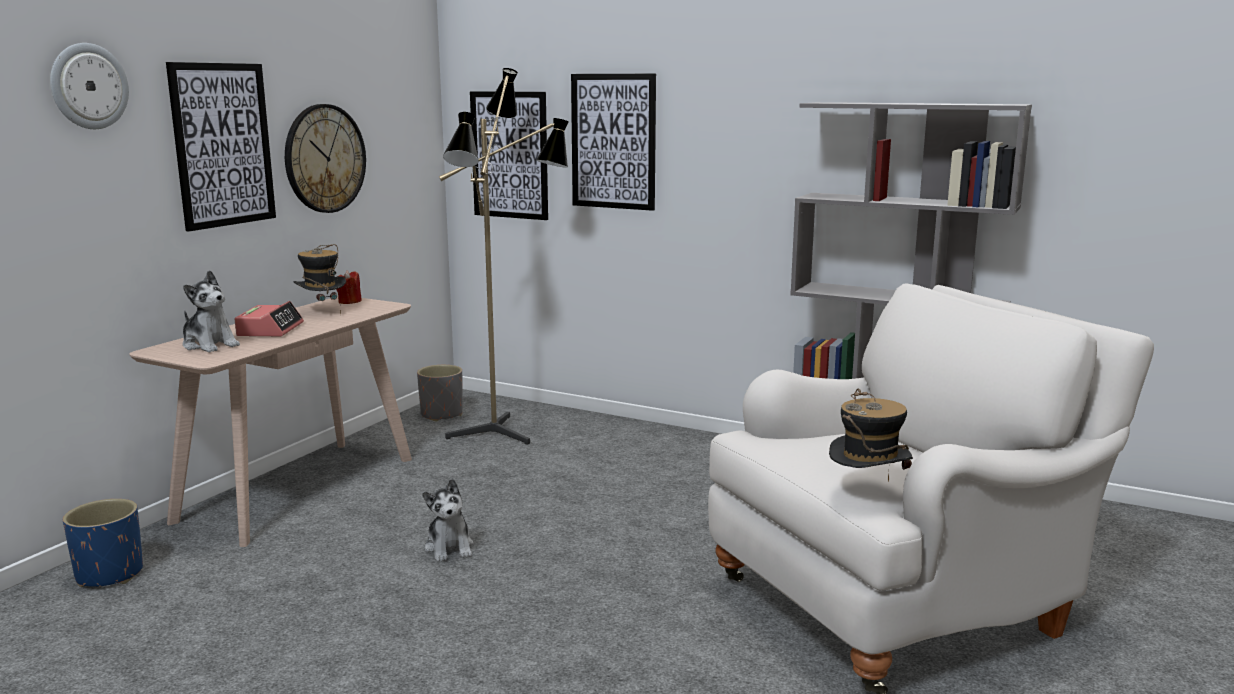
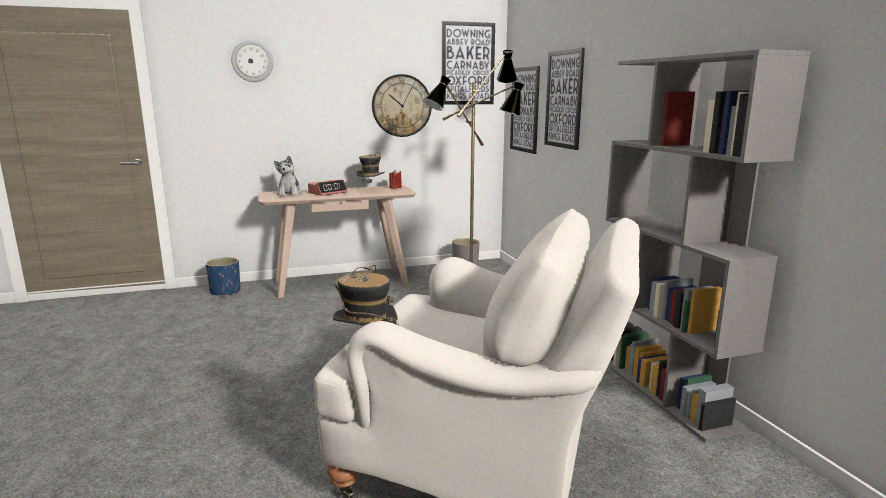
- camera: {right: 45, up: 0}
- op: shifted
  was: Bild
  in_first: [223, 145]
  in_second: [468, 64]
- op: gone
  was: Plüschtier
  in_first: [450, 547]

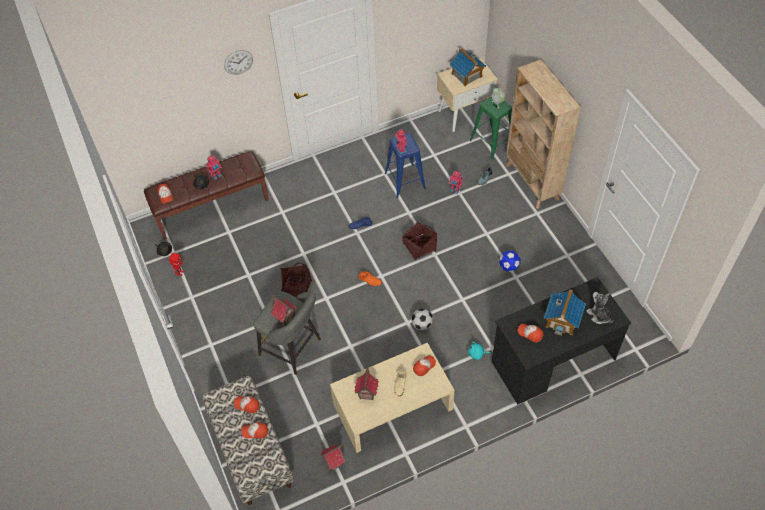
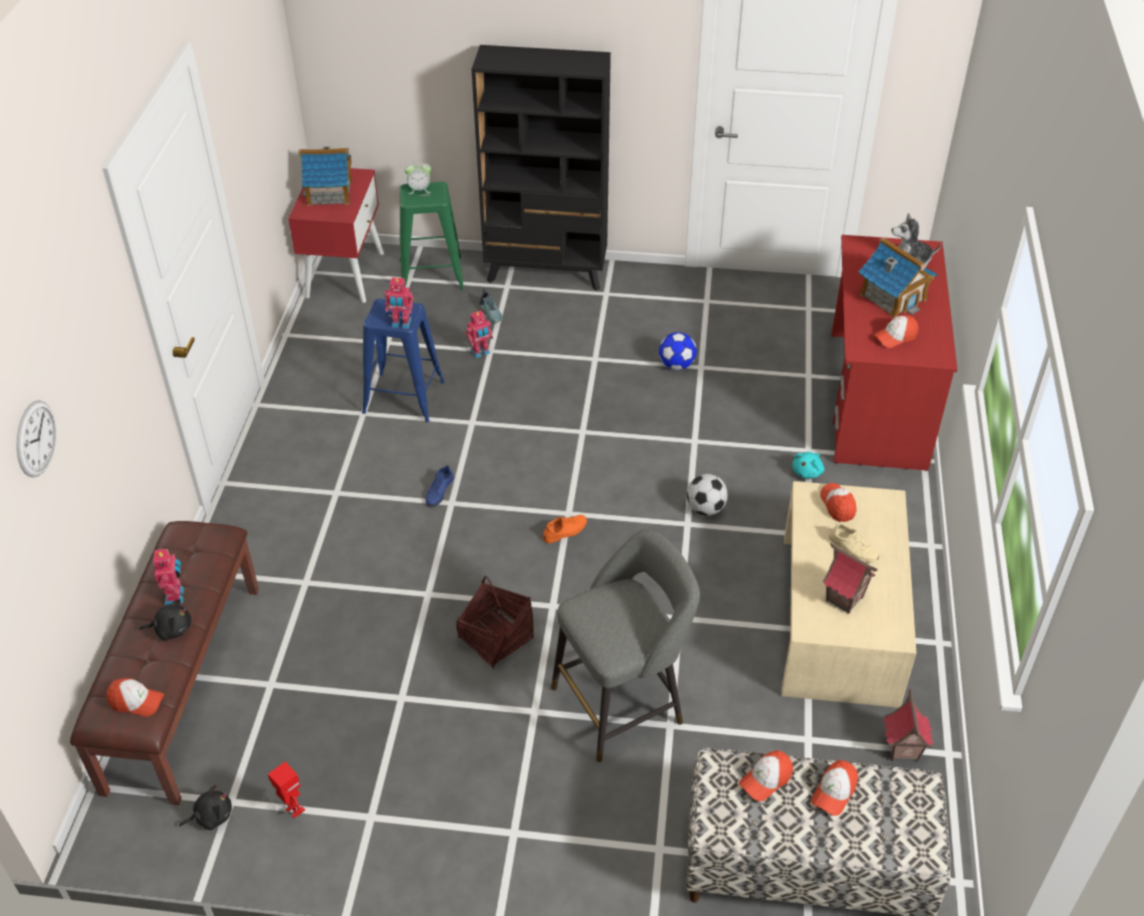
- camera: {right: -60, up: -10}
- op: shifted
  was: Wanduhr
  in_first: [238, 62]
  in_second: [36, 438]
- op: gone
  was: Spielzeughaus
  in_first: [285, 318]
- op: gone
  was: Korb
  in_first: [419, 247]
- op: repainted
  was: Nachttisch/beige
  now: Nachttisch/rot
  in_first: [465, 113]
  in_second: [344, 274]
- op: repainted
  was: Schreibtisch/schwarz
  now: Schreibtisch/rot
  in_first: [553, 361]
  in_second: [876, 400]
- op: repainted
  was: Bücherregal/beige
  now: Bücherregal/schwarz
  in_first: [532, 182]
  in_second: [546, 272]

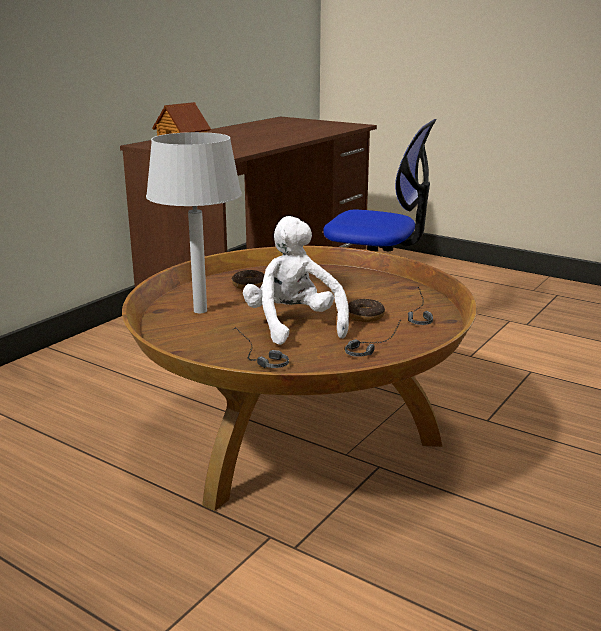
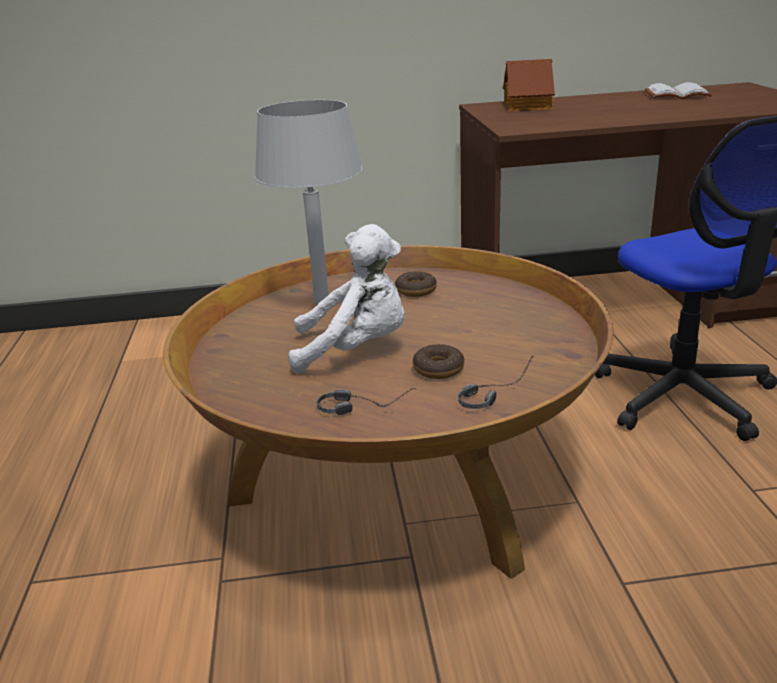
- camera: {right: 50, up: 5}
- op: gone
  was: Kopfhörer
  in_first: [255, 358]
- op: rotated
  was: Plüschtier/weiß
  in_first: [294, 325]
  in_second: [356, 349]
  clockwise: 60
- op: new
  now: Buch/weiß
  in_second: [676, 95]

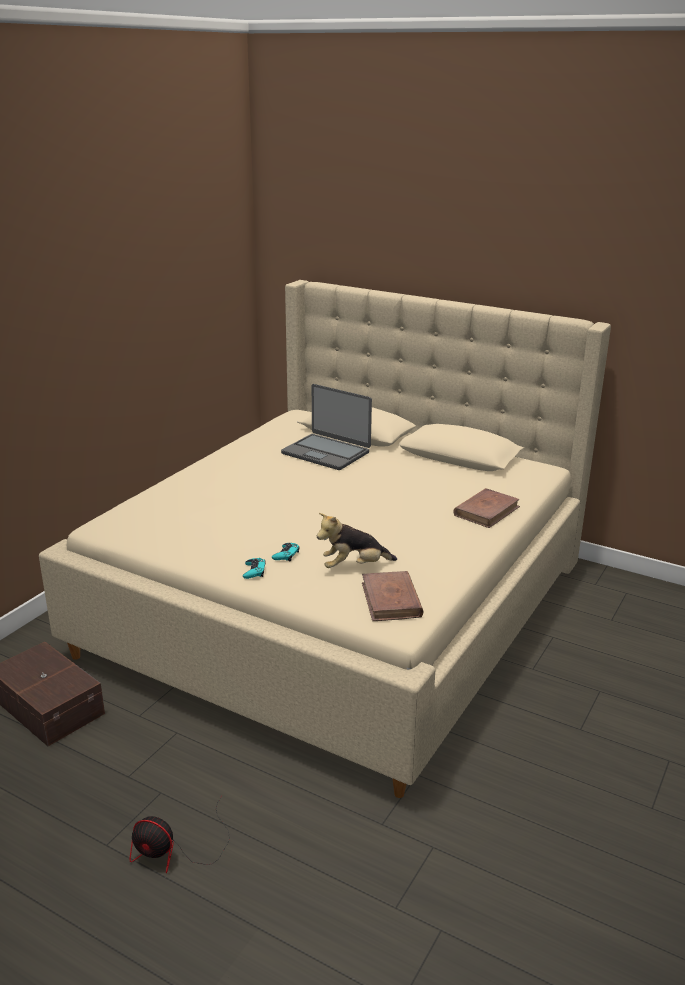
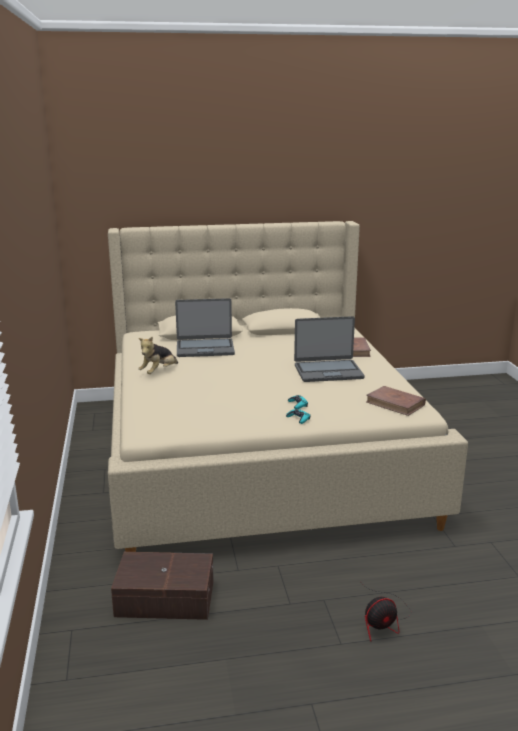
- camera: {right: -40, up: -5}
- op: shifted
  was: Plüschtier
  in_first: [354, 566]
  in_second: [158, 372]
- op: new
  now: Laptop
  in_second: [328, 371]

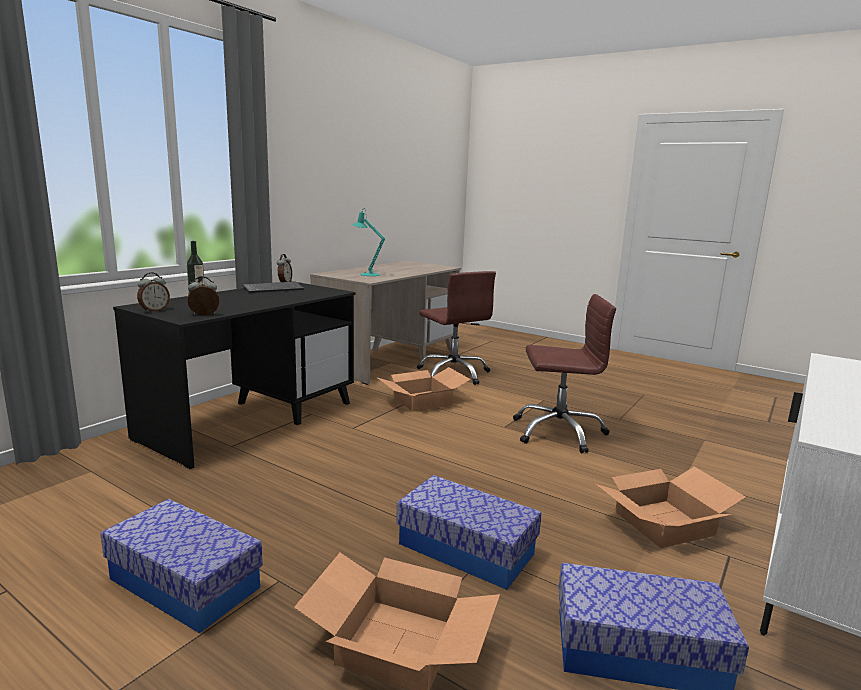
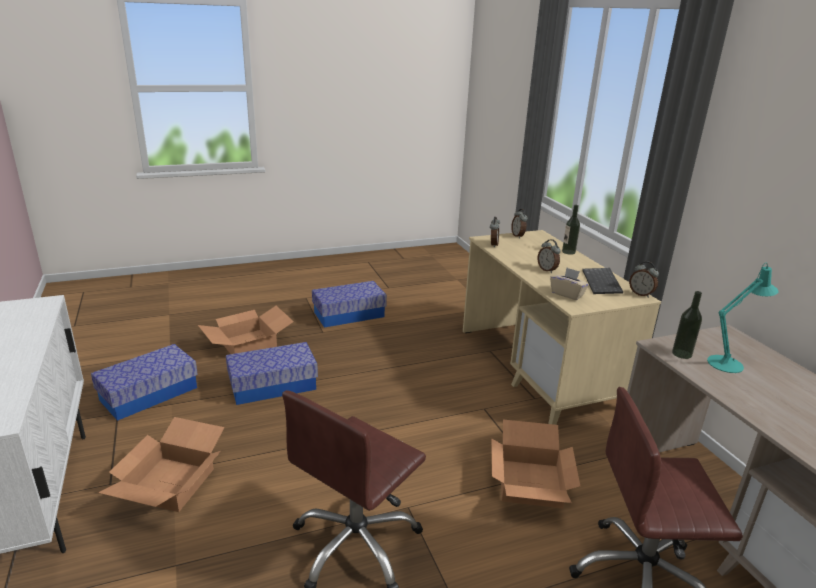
- camera: {right: 125, up: 10}
- op: repainted
  was: Schreibtisch/schwarz
  now: Schreibtisch/beige
  in_first: [252, 419]
  in_second: [540, 369]
- op: new
  now: Wecker
  in_second: [547, 270]
- op: new
  now: Taschentuchbox/beige
  in_second: [567, 294]
- op: new
  now: Flasche
  in_second: [681, 354]

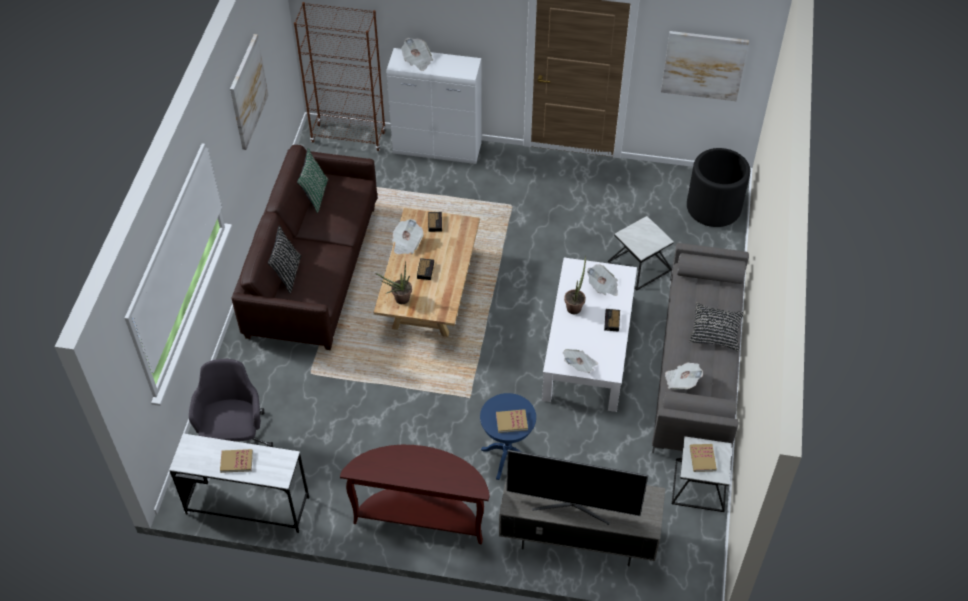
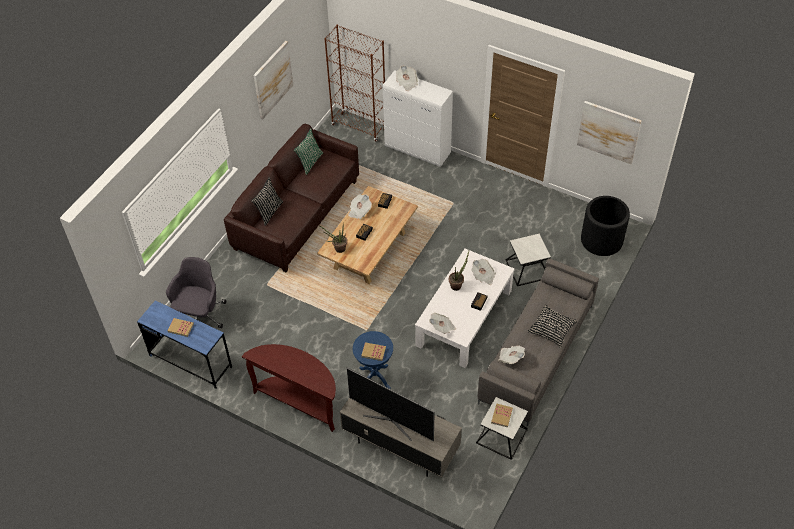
- camera: {right: 20, up: 0}
- op: repainted
  was: Schreibtisch/weiß
  now: Schreibtisch/blau
  in_first: [247, 506]
  in_second: [190, 361]

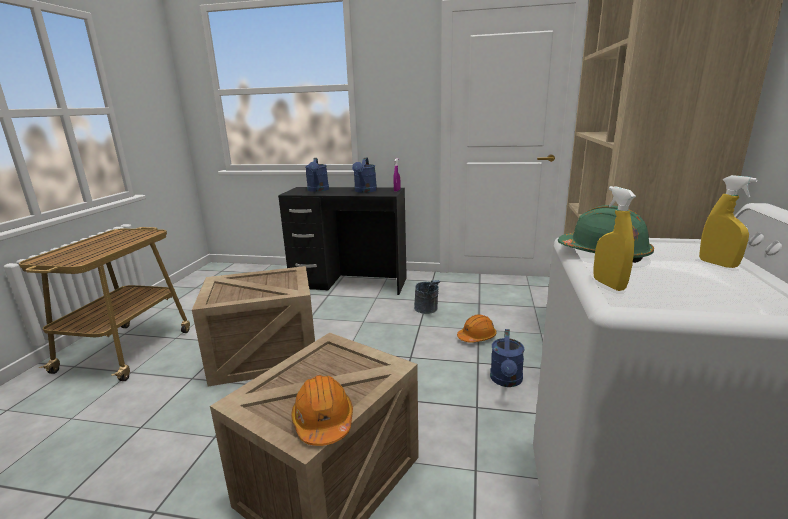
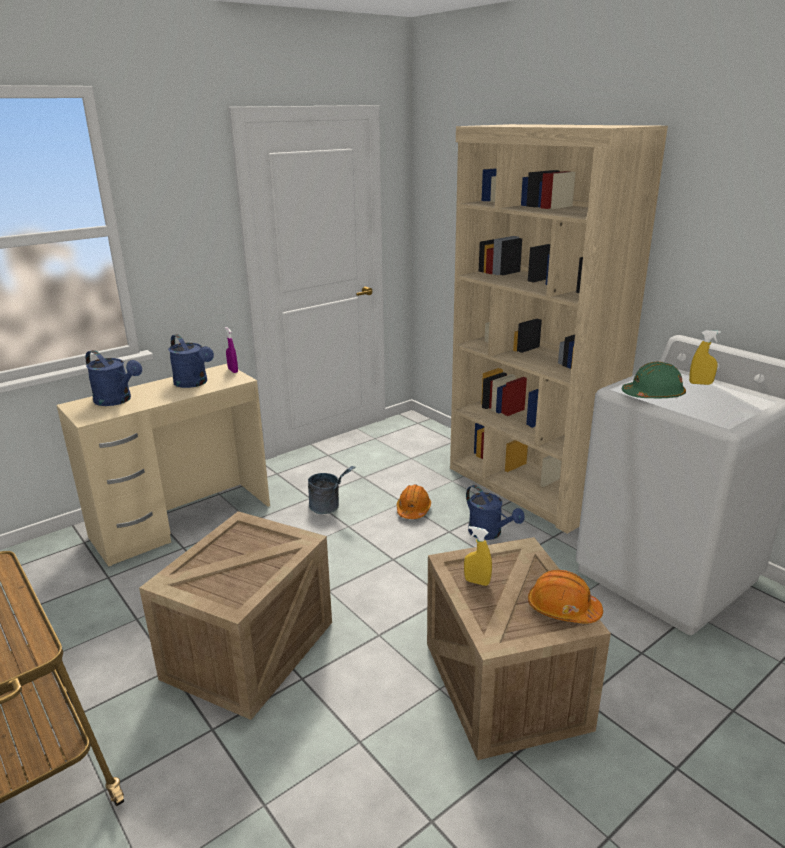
- camera: {right: -50, up: 5}
- op: repainted
  was: Schreibtisch/schwarz
  now: Schreibtisch/beige
  in_first: [349, 283]
  in_second: [182, 520]
- op: shifted
  was: Sprühflasche/gelb
  in_first: [608, 284]
  in_second: [477, 582]

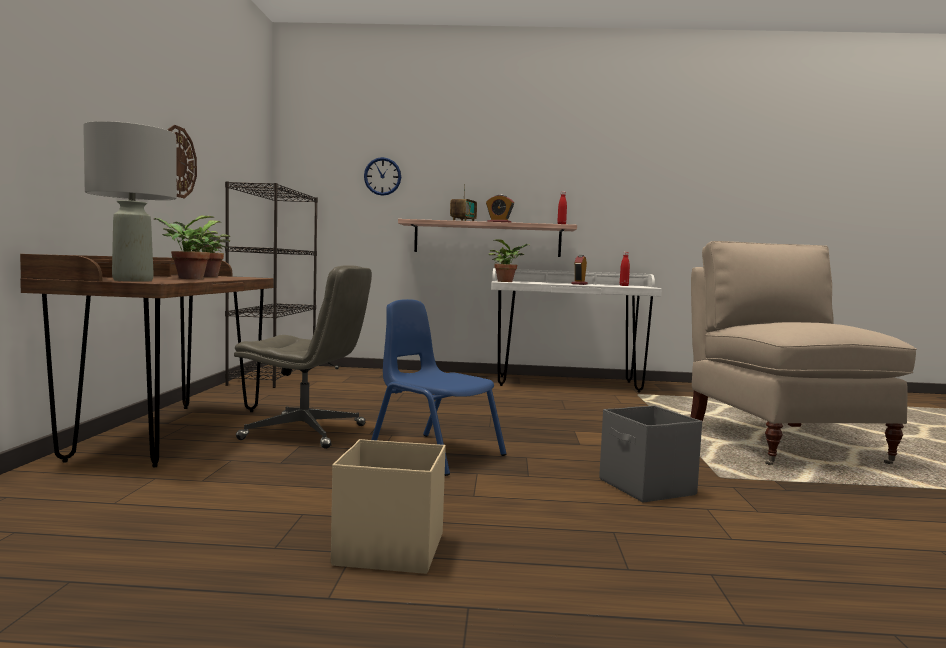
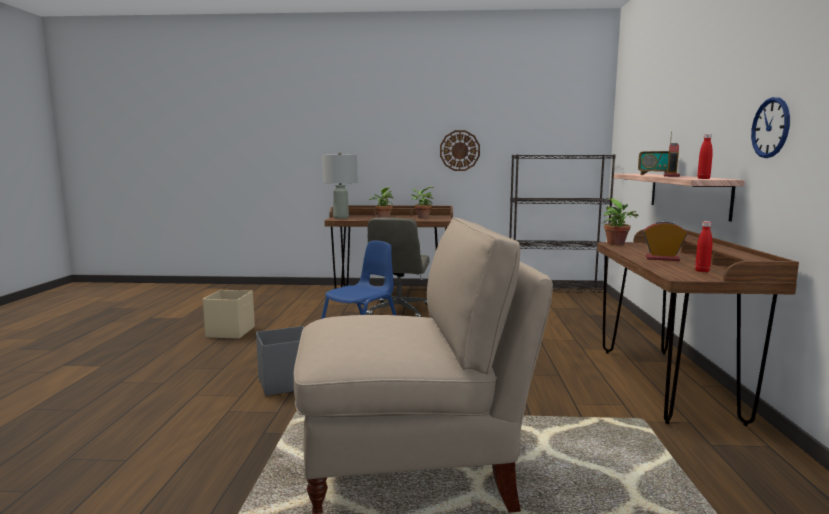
- camera: {right: 90, up: 5}
- op: shifted
  was: Wanduhr
  in_first: [382, 176]
  in_second: [770, 128]
- op: repainted
  was: Schreibtisch/weiß
  now: Schreibtisch/braun
  in_first: [567, 384]
  in_second: [666, 383]

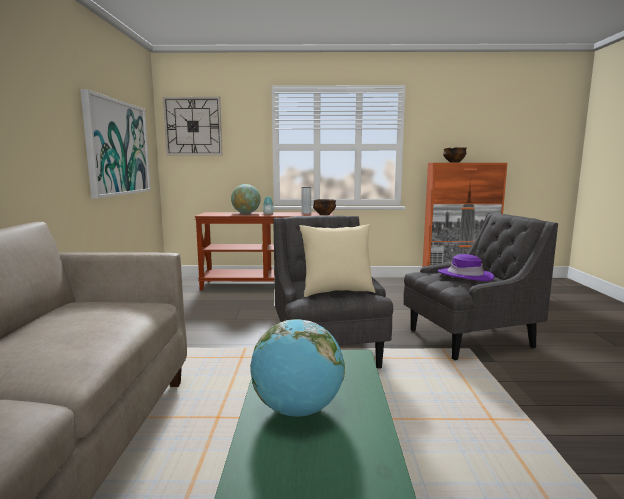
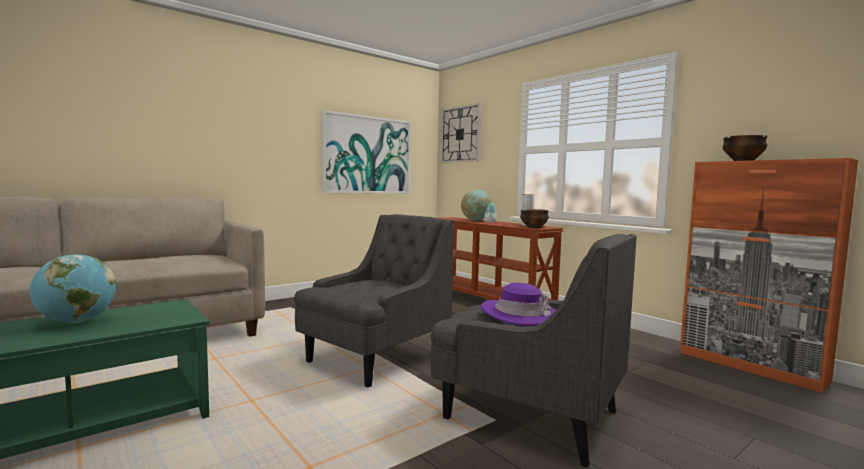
- camera: {right: 50, up: -5}
- op: gone
  was: Kissen/beige
  in_first: [336, 292]

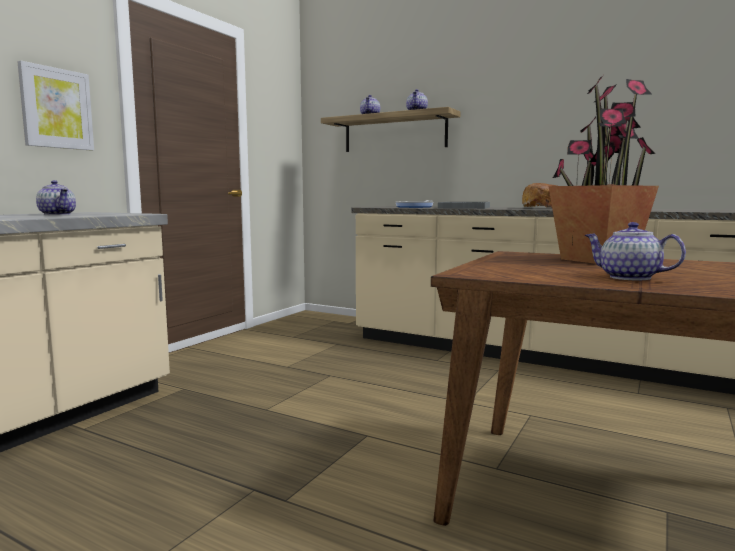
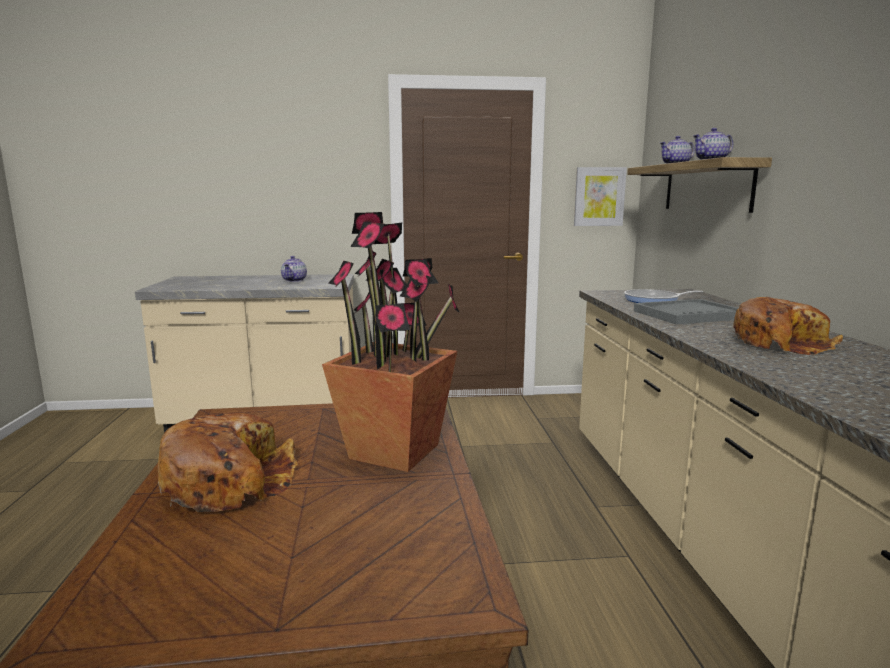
- camera: {right: 55, up: 5}
- op: shifted
  was: Bild
  in_first: [56, 108]
  in_second: [599, 196]
- op: swapped
  was: Teekanne
  now: Brot
  in_first: [628, 277]
  in_second: [230, 481]

